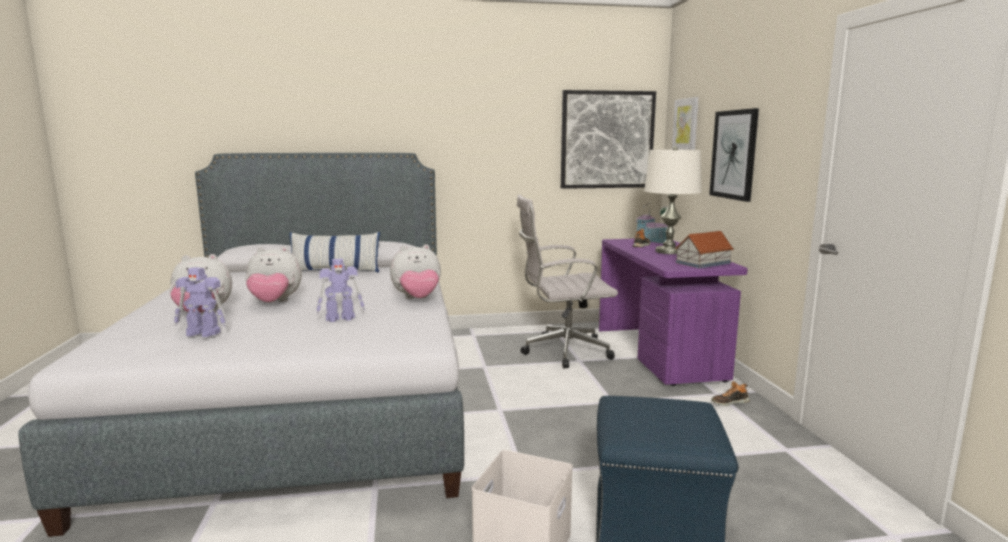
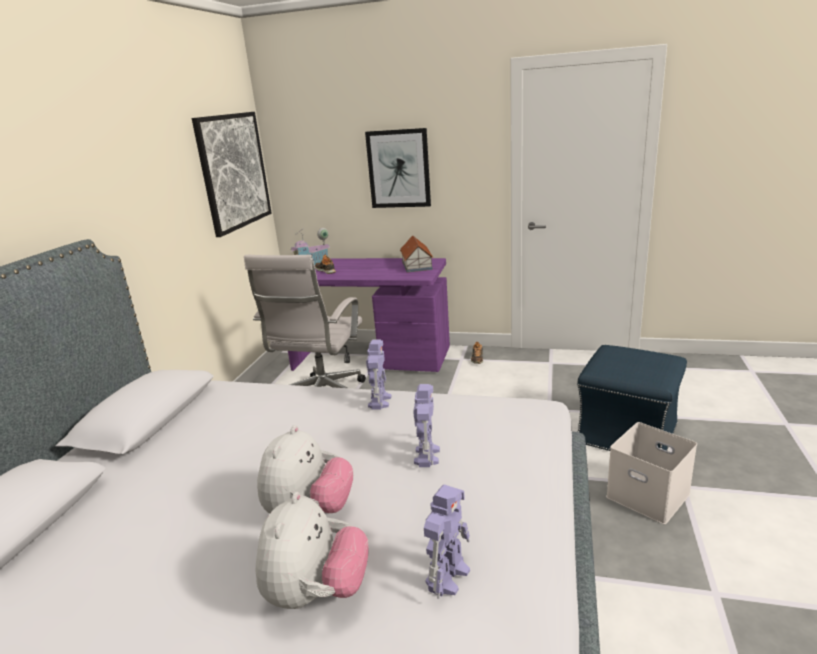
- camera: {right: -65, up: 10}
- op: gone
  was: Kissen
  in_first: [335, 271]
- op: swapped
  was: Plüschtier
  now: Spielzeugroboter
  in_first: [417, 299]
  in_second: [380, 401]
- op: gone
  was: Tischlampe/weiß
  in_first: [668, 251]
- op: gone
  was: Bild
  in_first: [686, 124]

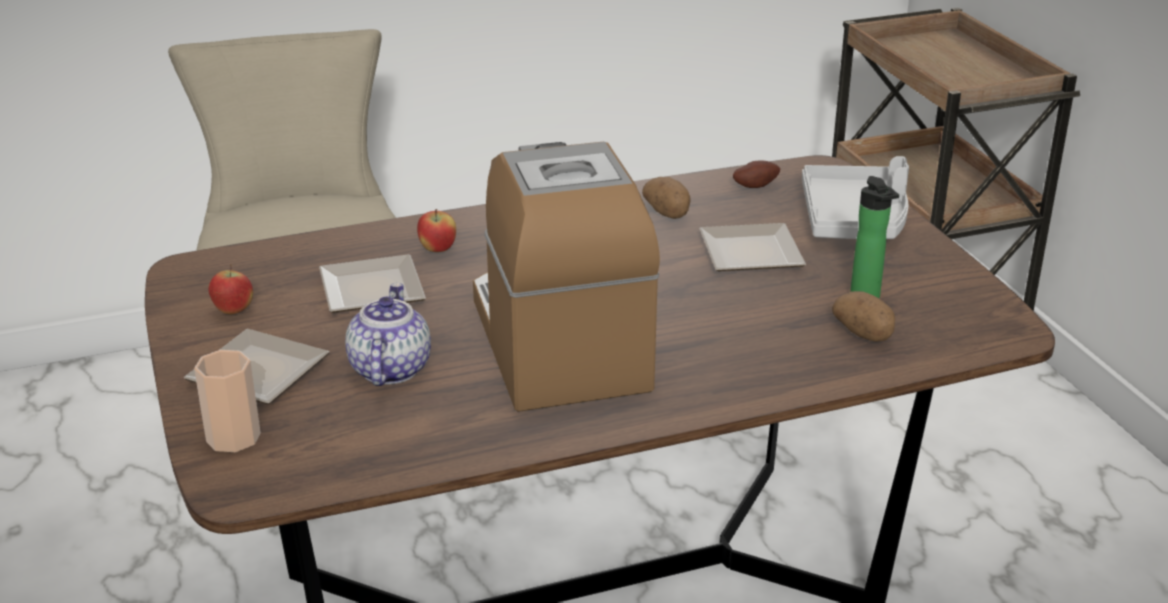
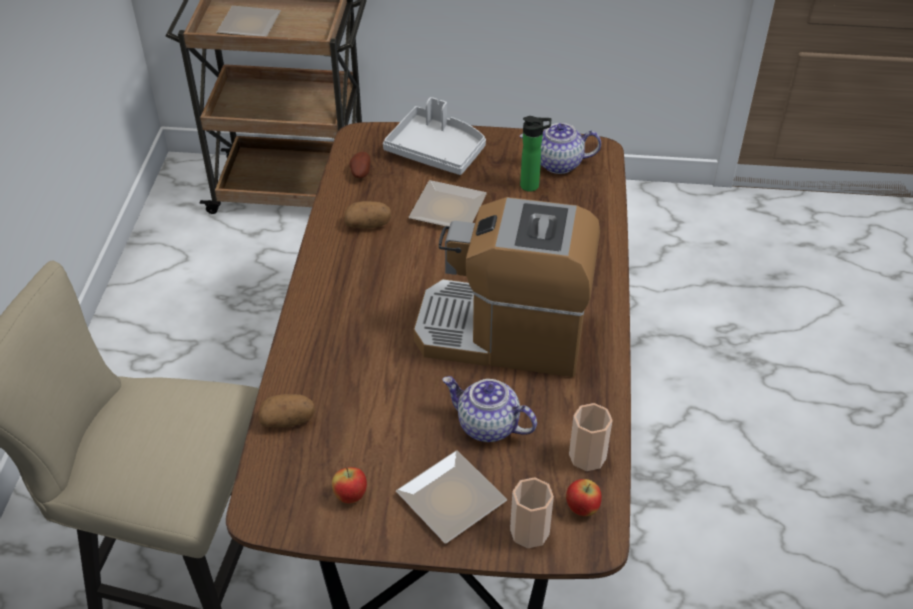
- camera: {right: -65, up: 15}
- op: shifted
  was: Teller
  in_first: [376, 291]
  in_second: [252, 24]
- op: shifted
  was: Apfel
  in_first: [437, 250]
  in_second: [582, 508]
- op: shifted
  was: Kartoffel
  in_first: [864, 333]
  in_second: [288, 420]
- op: new
  now: Teekanne
  in_second: [558, 164]
- op: new
  now: Tasse
  in_second: [587, 456]

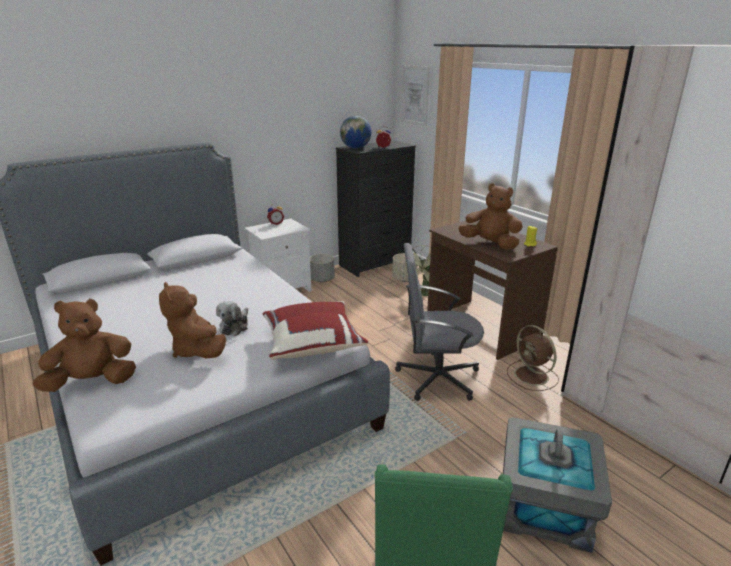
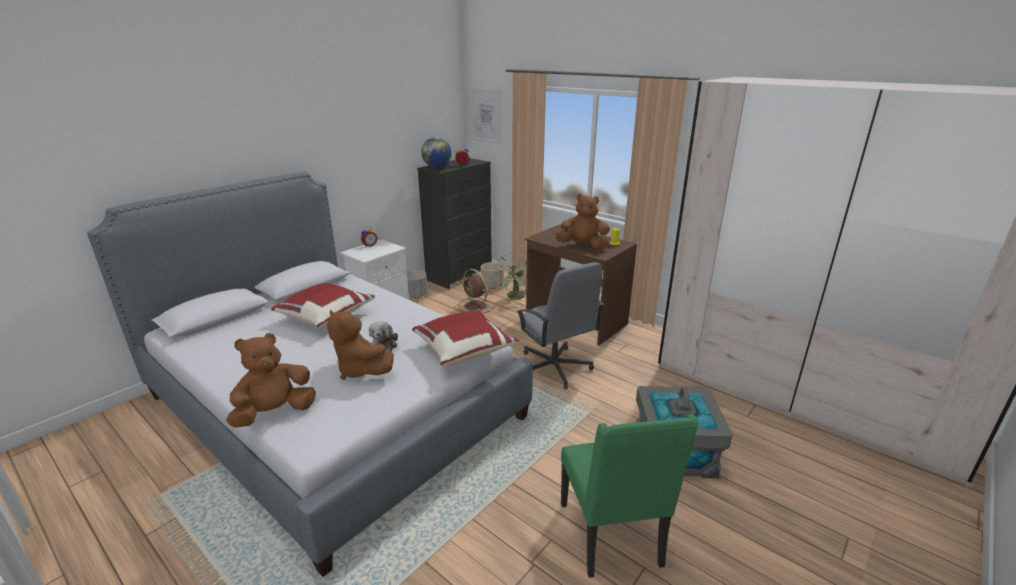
- camera: {right: -15, up: 0}
- op: rotated
  was: Bürostuhl/grau
  in_first: [436, 378]
  in_second: [554, 368]
  clockwise: -105
- op: shifted
  was: Ventilator/braun
  in_first: [532, 376]
  in_second: [476, 306]
- op: new
  now: Kissen/rot
  in_second: [325, 317]

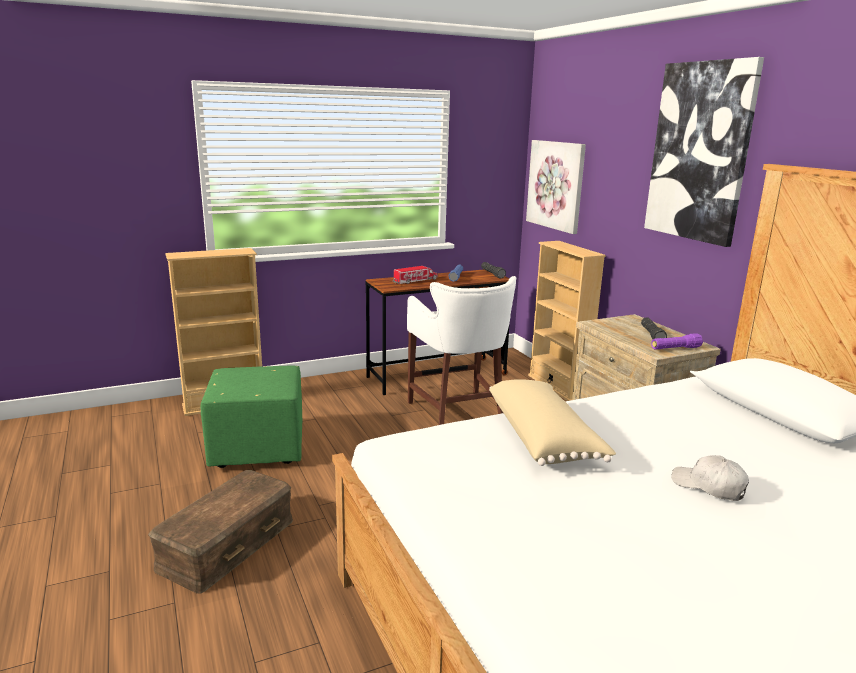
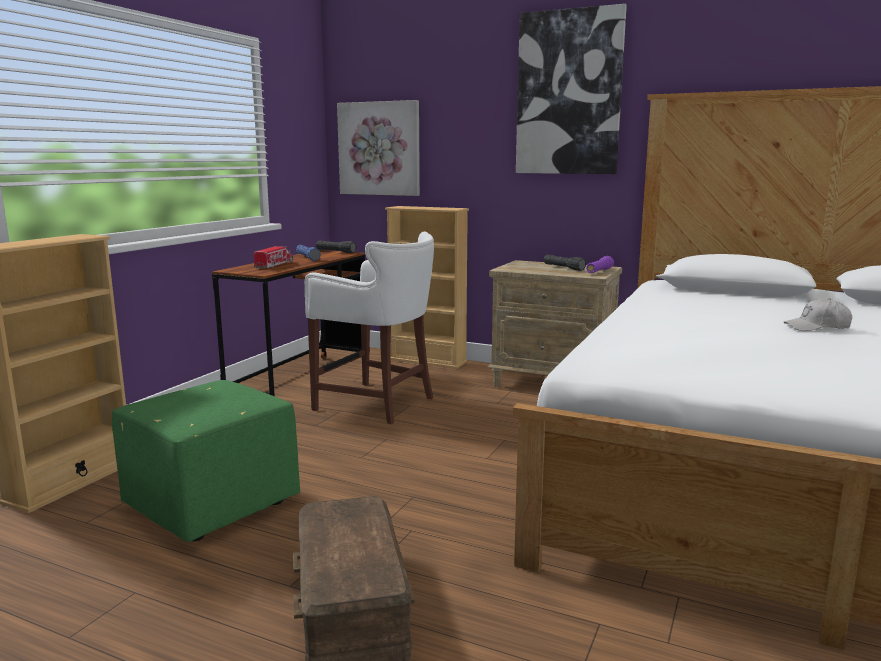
- camera: {right: -40, up: -5}
- op: gone
  was: Kissen/beige
  in_first: [544, 438]

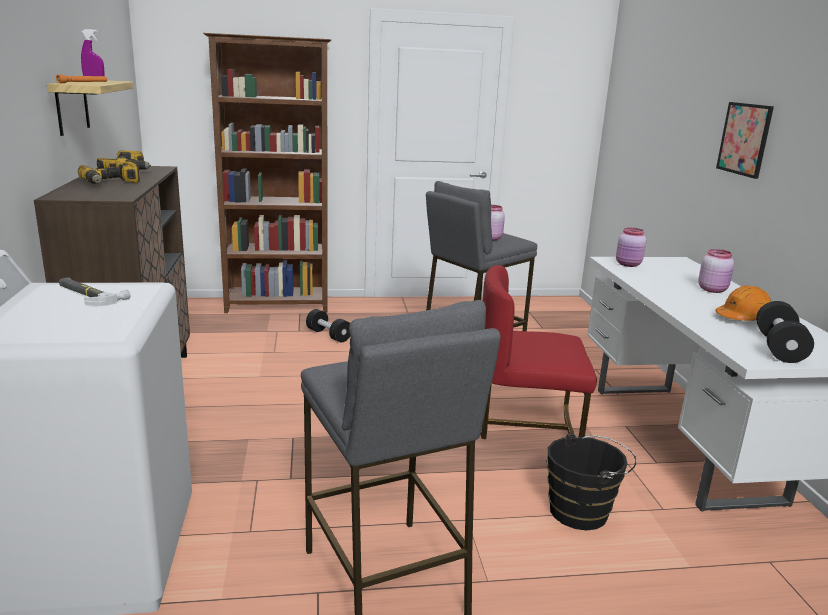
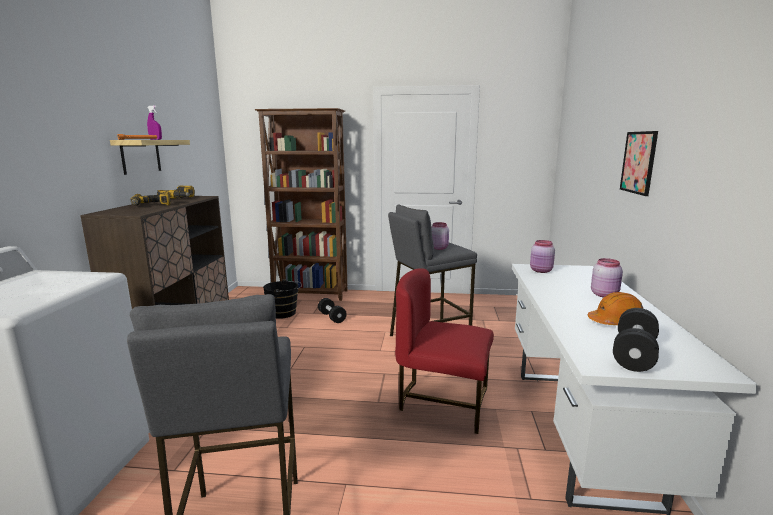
- camera: {right: 15, up: -5}
- op: gone
  was: Hammer
  in_first: [88, 294]
- op: shifted
  was: Eimer/schwarz
  in_first: [583, 511]
  in_second: [285, 313]

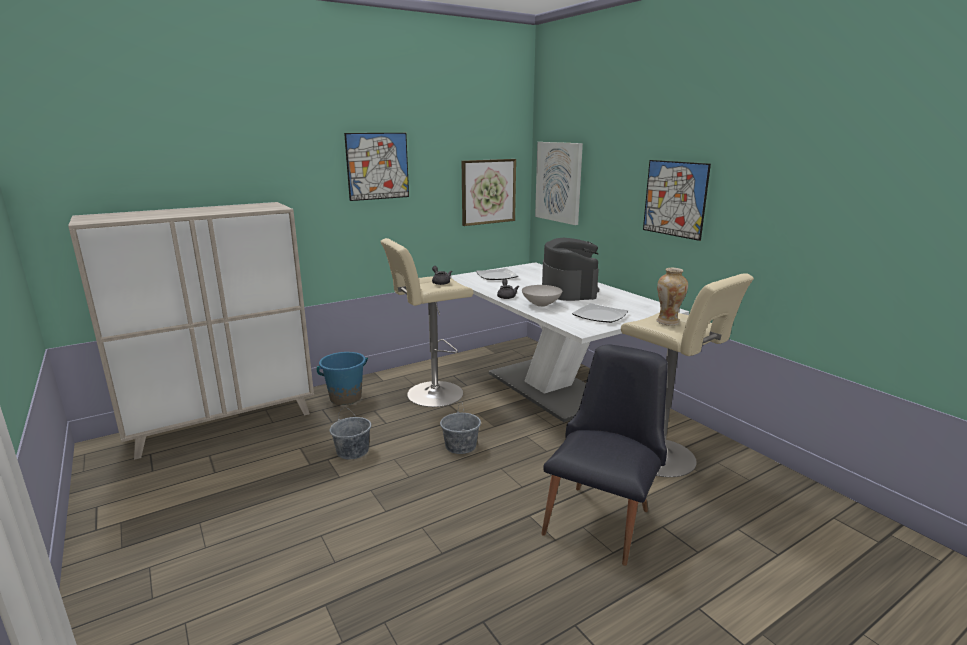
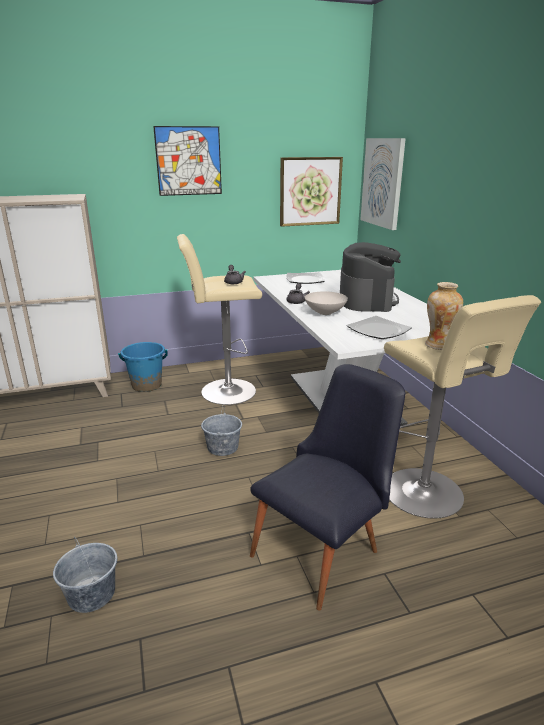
- camera: {right: 15, up: 5}
- op: shifted
  was: Eimer/grau
  in_first: [353, 451]
  in_second: [92, 594]
- op: gone
  was: Bild
  in_first: [675, 199]

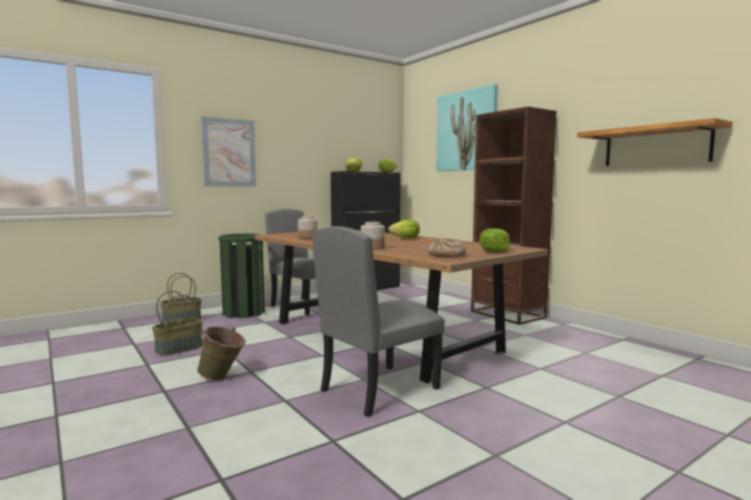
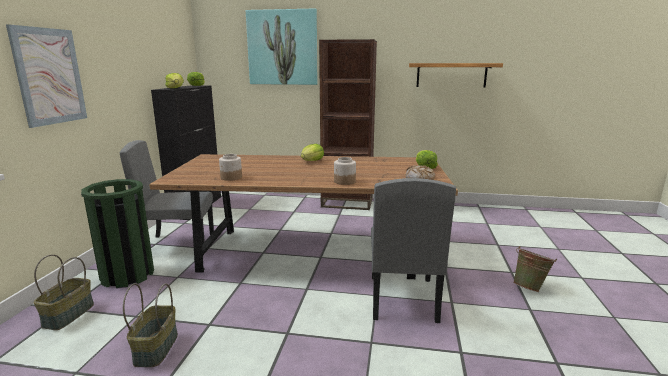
- camera: {right: -45, up: 10}
- op: shifted
  was: Eimer/grün
  in_first: [222, 378]
  in_second: [530, 288]

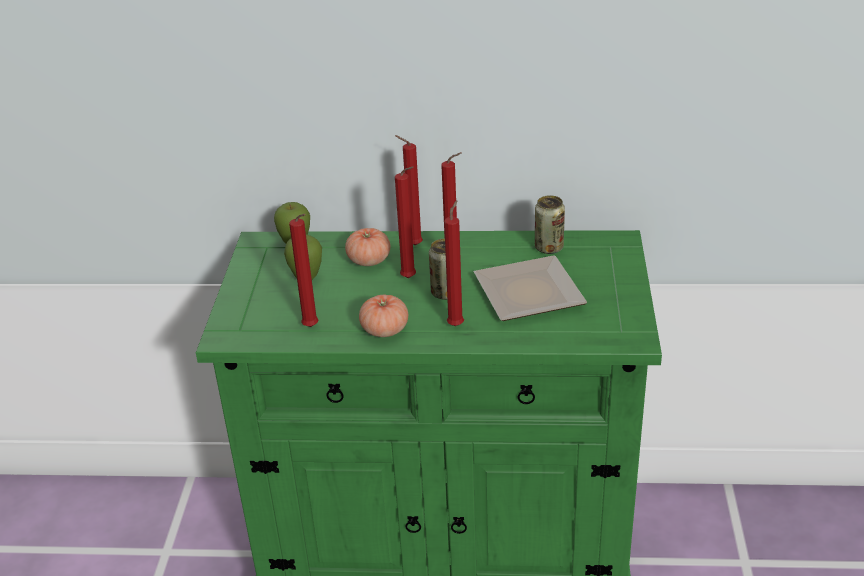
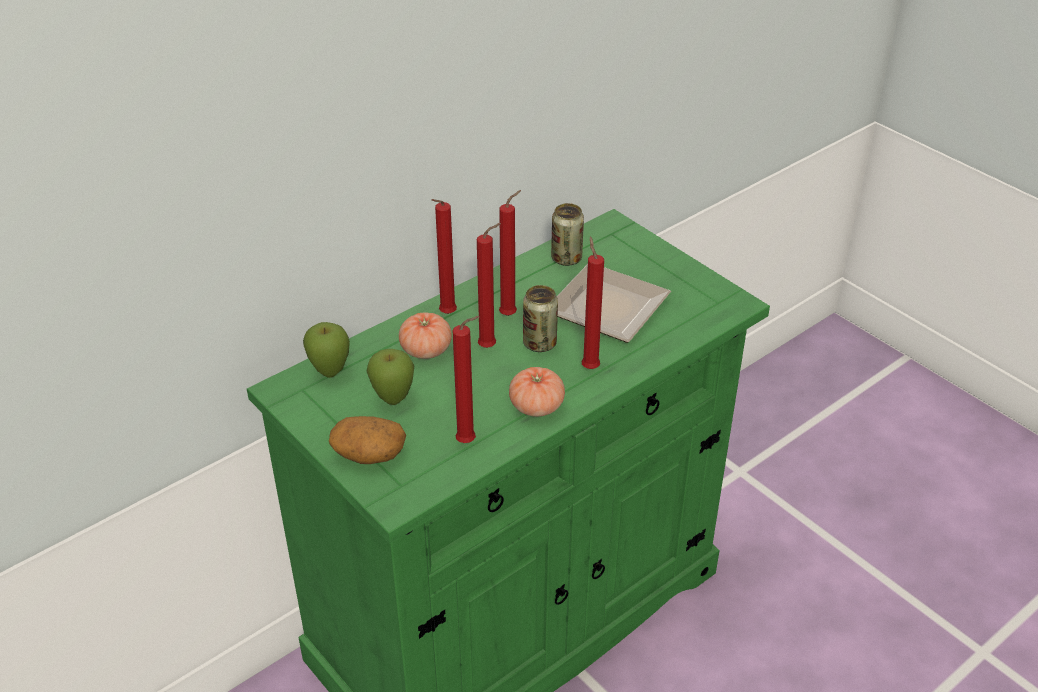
- camera: {right: -45, up: 5}
- op: new
  now: Kartoffel
  in_second: [368, 454]

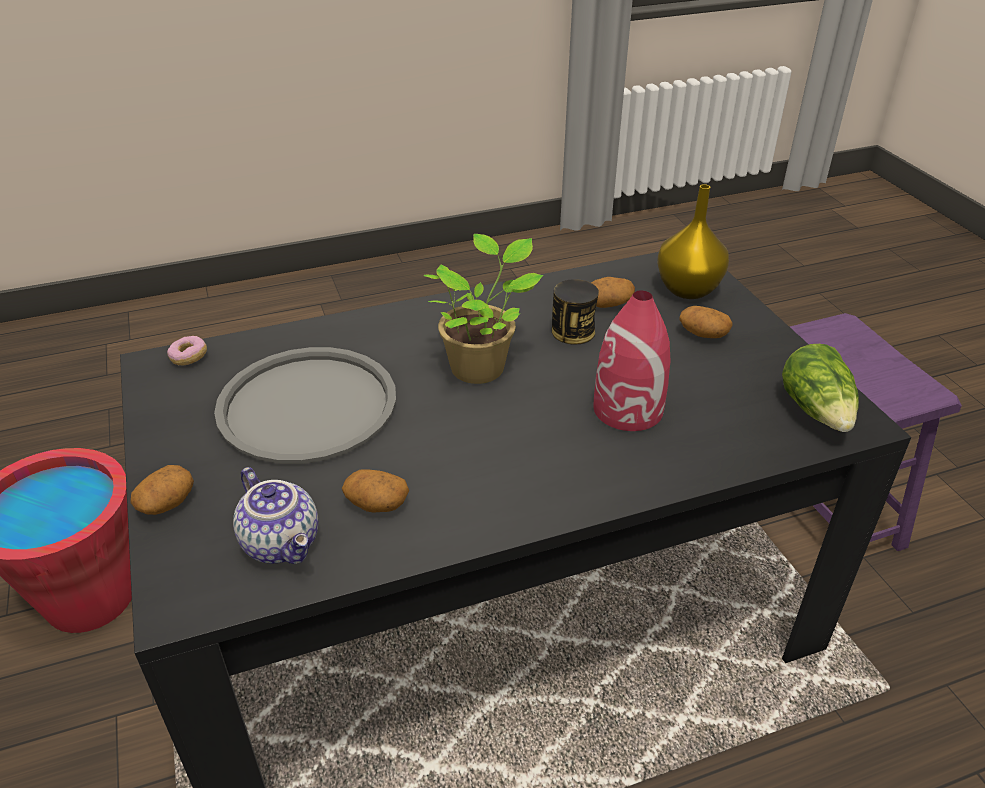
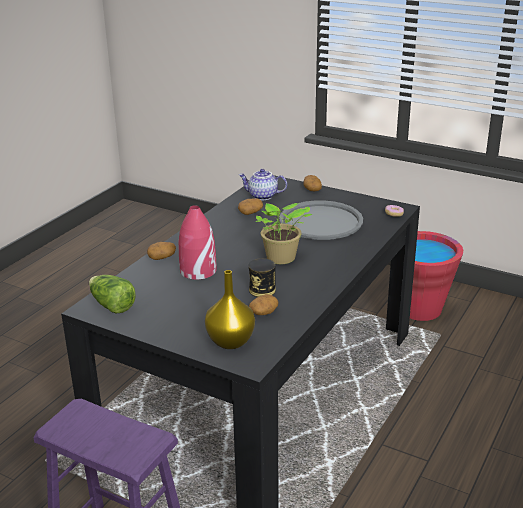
- camera: {right: 140, up: -10}
- op: shifted
  was: Kartoffel
  in_first: [702, 333]
  in_second: [162, 257]

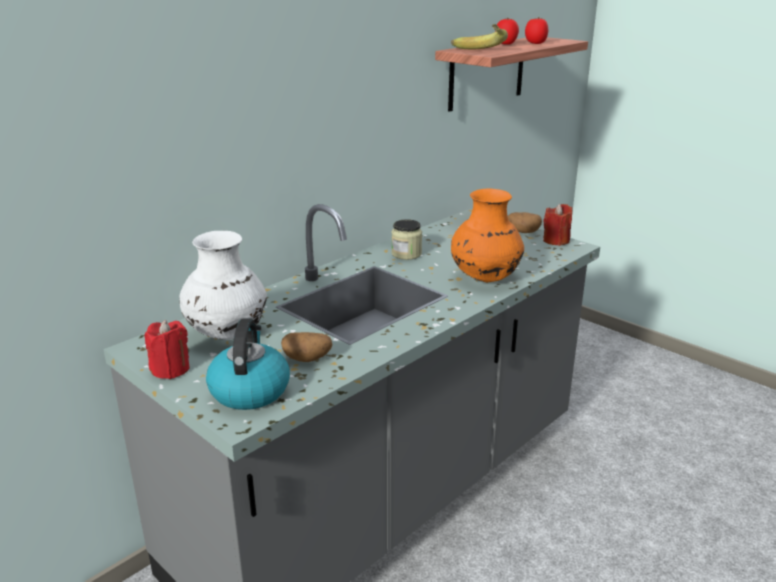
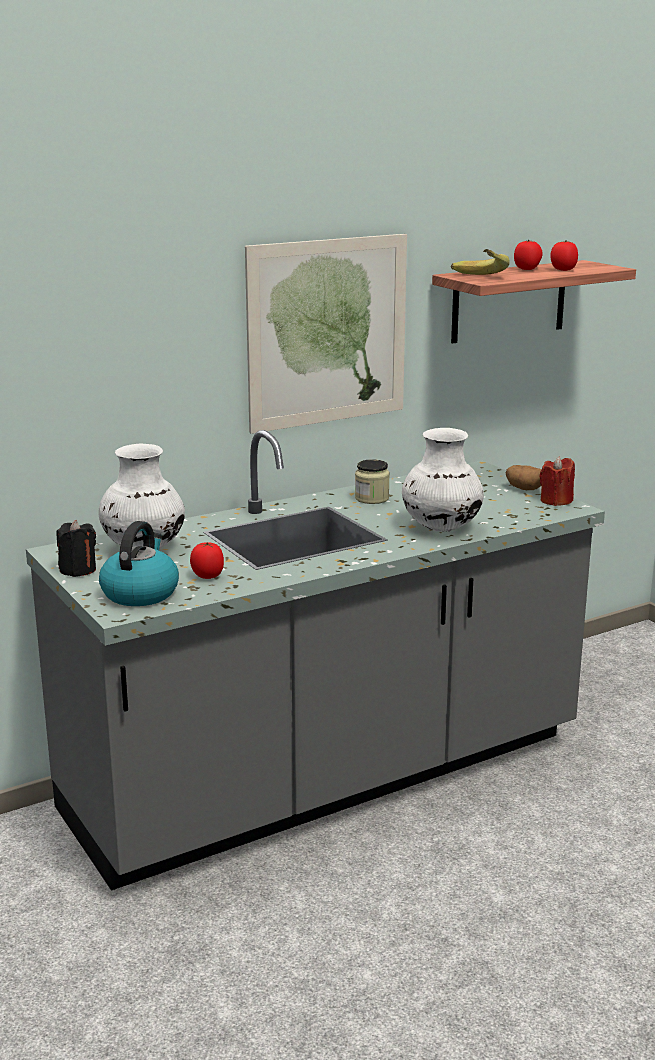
- camera: {right: 15, up: -5}
- op: repainted
  was: Kerze/rot
  now: Kerze/schwarz
  in_first: [170, 369]
  in_second: [78, 570]
- op: swapped
  was: Kartoffel
  now: Tomate
  in_first: [307, 359]
  in_second: [208, 576]
- op: repainted
  was: Vase/orange
  now: Vase/weiß
  in_first: [484, 278]
  in_second: [440, 528]
- op: new
  now: Bild
  in_second: [327, 332]

